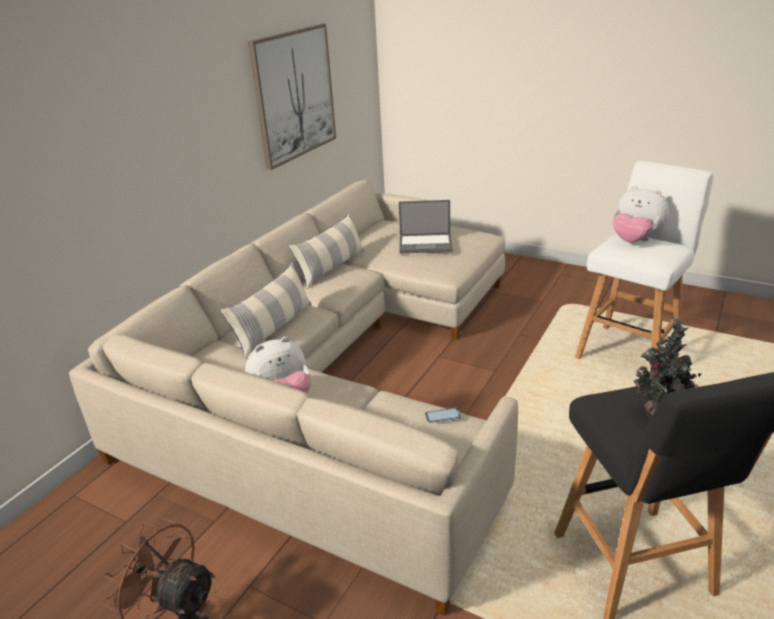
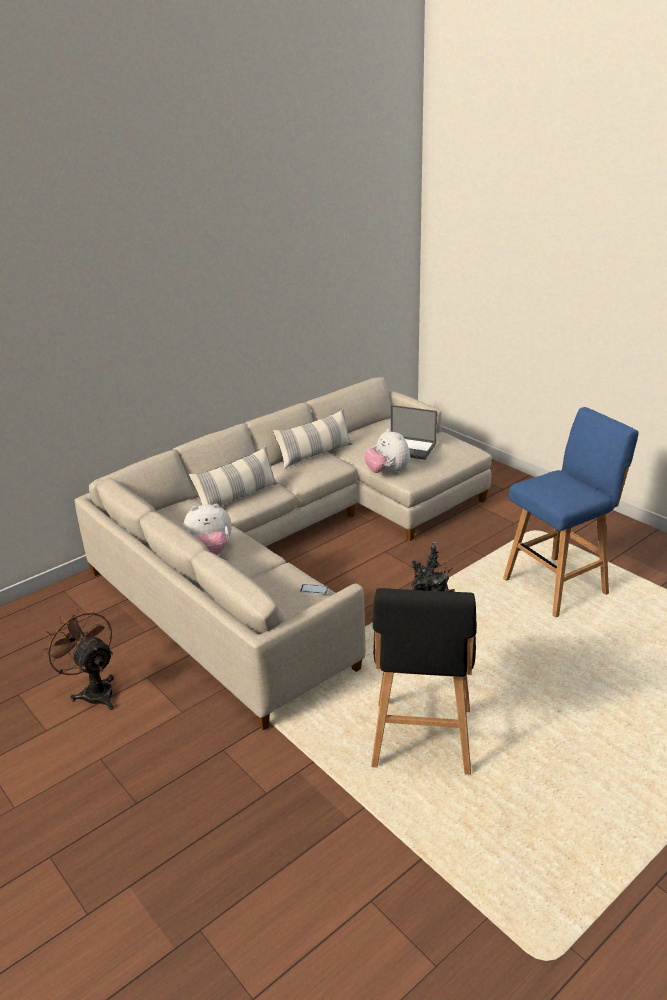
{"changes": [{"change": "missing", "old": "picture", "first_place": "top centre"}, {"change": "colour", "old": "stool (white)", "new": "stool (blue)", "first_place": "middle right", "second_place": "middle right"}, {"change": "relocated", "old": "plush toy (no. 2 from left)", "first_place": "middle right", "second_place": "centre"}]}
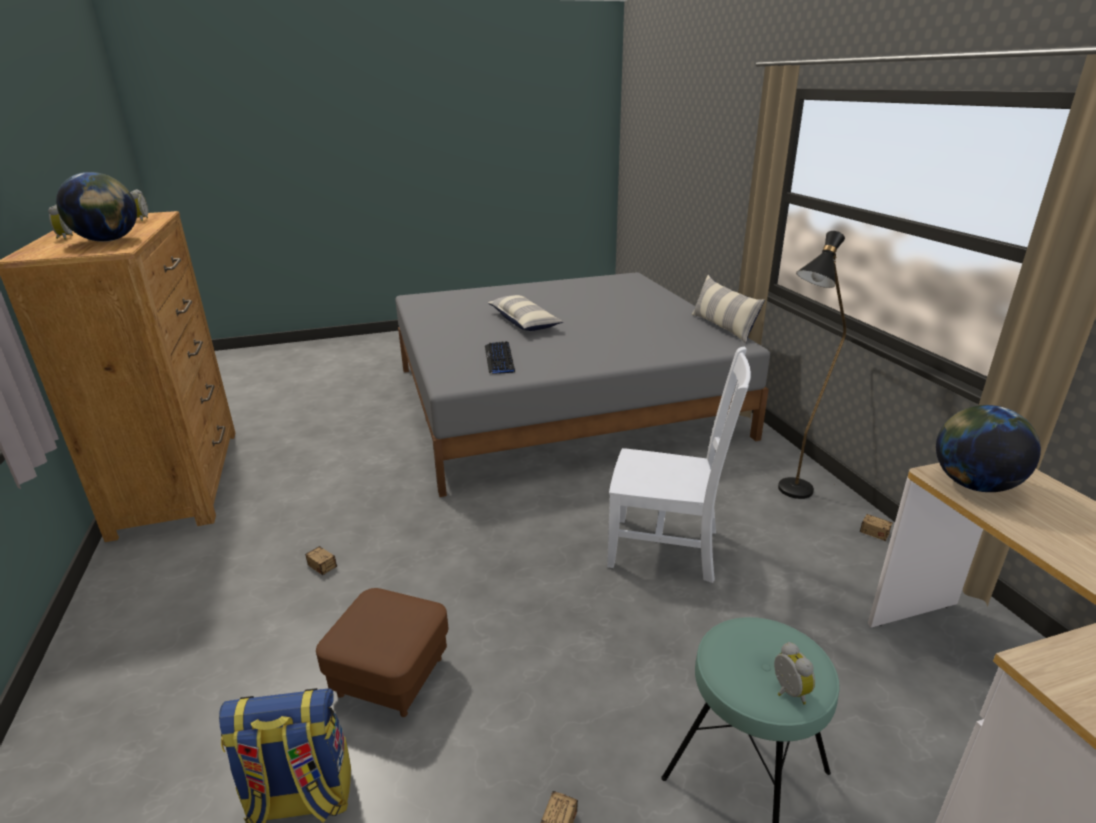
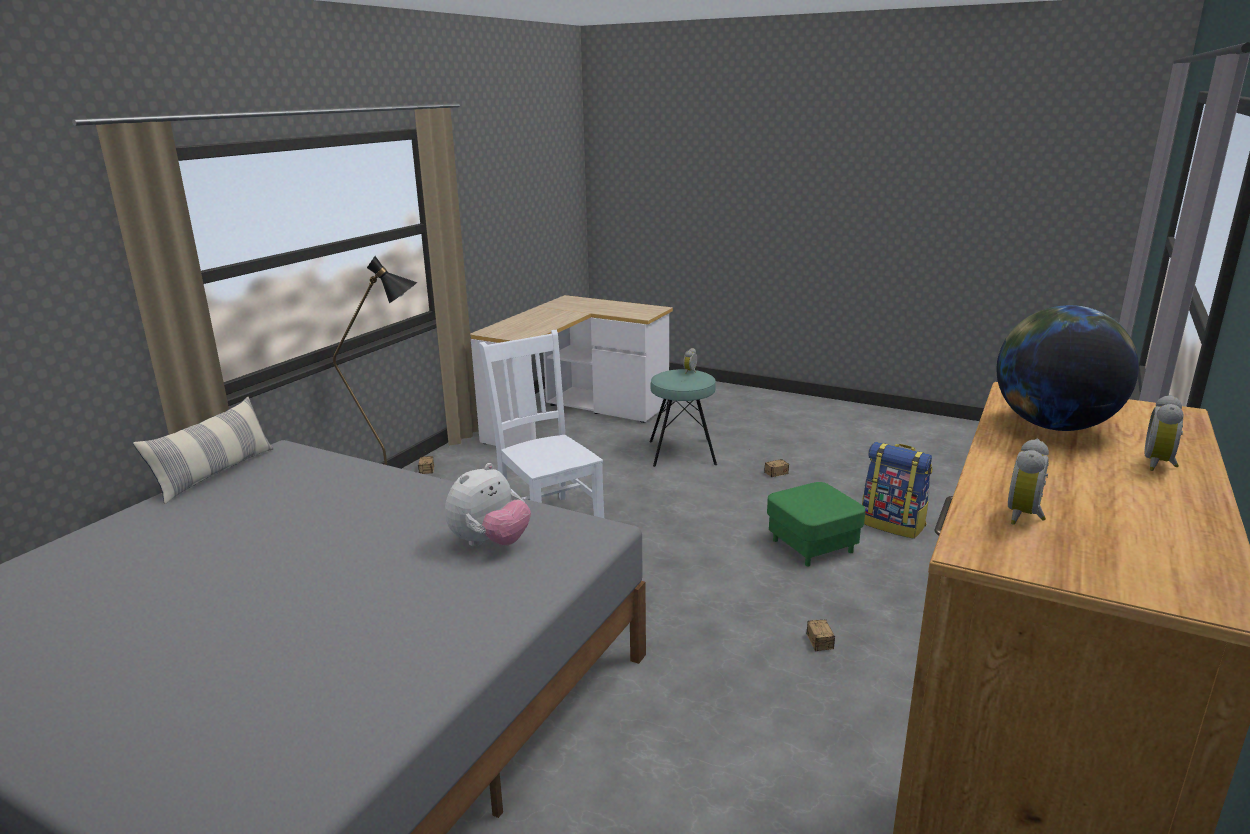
{"changes": [{"change": "colour", "old": "ottoman (brown)", "new": "ottoman (green)", "first_place": "bottom centre", "second_place": "centre"}, {"change": "exchanged", "old": "keyboard", "new": "plush toy", "first_place": "centre", "second_place": "centre"}, {"change": "missing", "old": "pillow (no. 1 from left)", "first_place": "centre"}, {"change": "missing", "old": "globe (no. 2 from left)", "first_place": "middle right"}]}
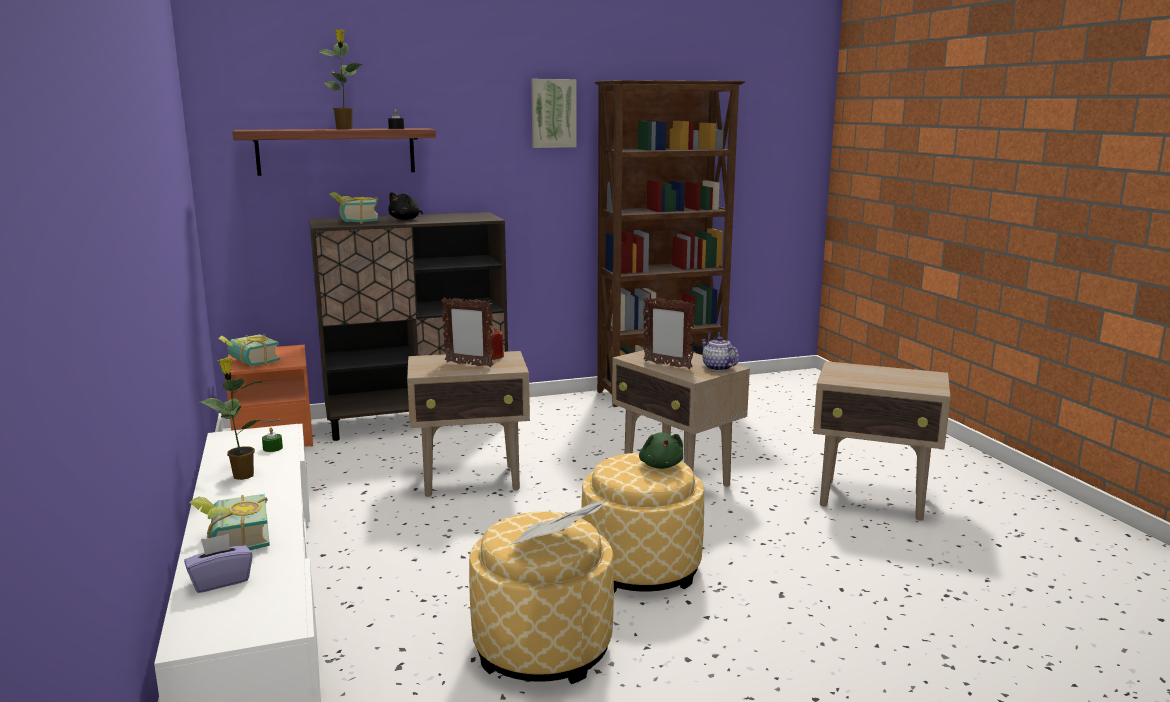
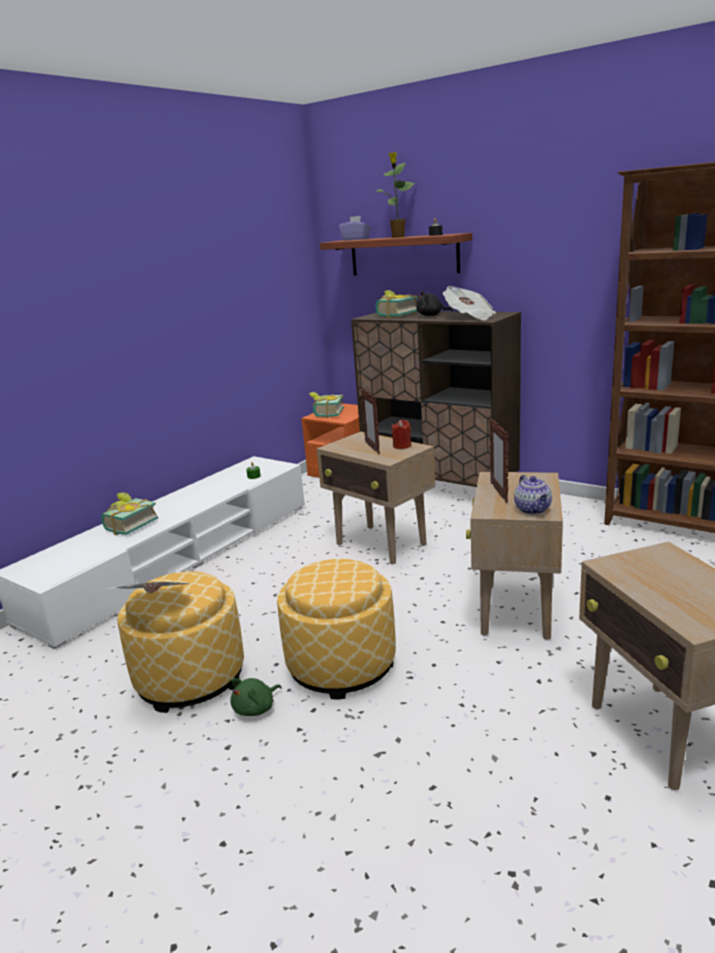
{"changes": [{"change": "relocated", "old": "tissue box (purple)", "first_place": "bottom left", "second_place": "top centre"}, {"change": "missing", "old": "potted plant (no. 1 from left)", "first_place": "middle left"}, {"change": "missing", "old": "picture", "first_place": "top centre"}, {"change": "relocated", "old": "plush toy (green)", "first_place": "centre", "second_place": "bottom centre"}, {"change": "spun", "old": "teapot", "first_place": "centre", "second_place": "middle right", "degrees": 150}, {"change": "appeared", "new": "newspaper (no. 2 from left)", "second_place": "top centre"}]}
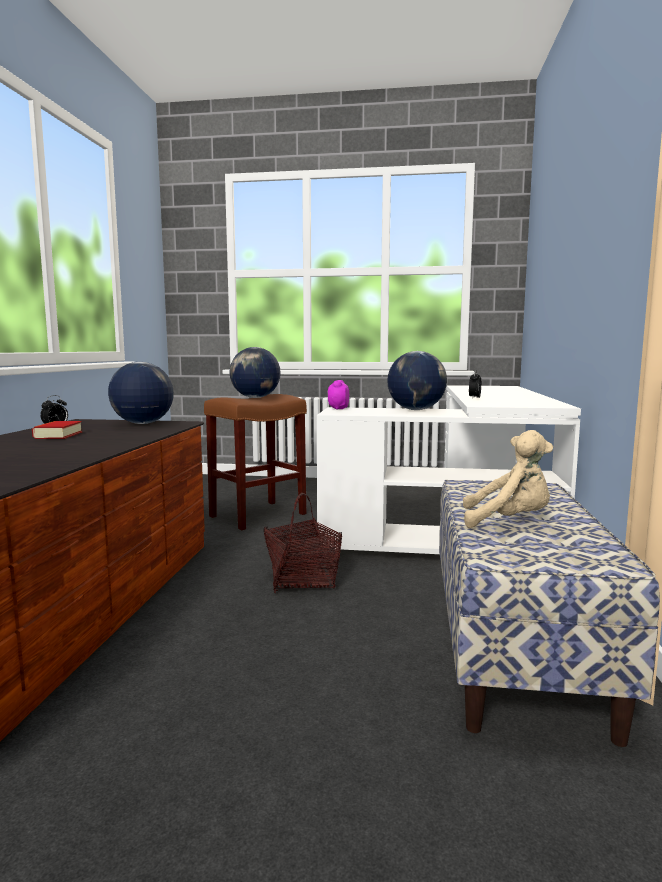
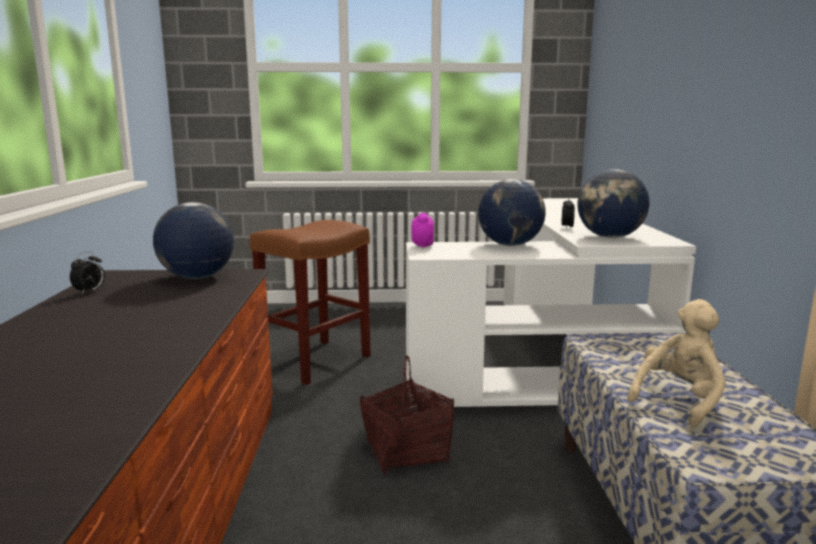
{"changes": [{"change": "missing", "old": "book", "first_place": "middle left"}, {"change": "relocated", "old": "globe (no. 2 from left in the first image)", "new": "globe (no. 3 from left)", "first_place": "centre", "second_place": "middle right"}, {"change": "spun", "old": "plush toy (beige)", "first_place": "middle right", "second_place": "bottom right", "degrees": -45}]}
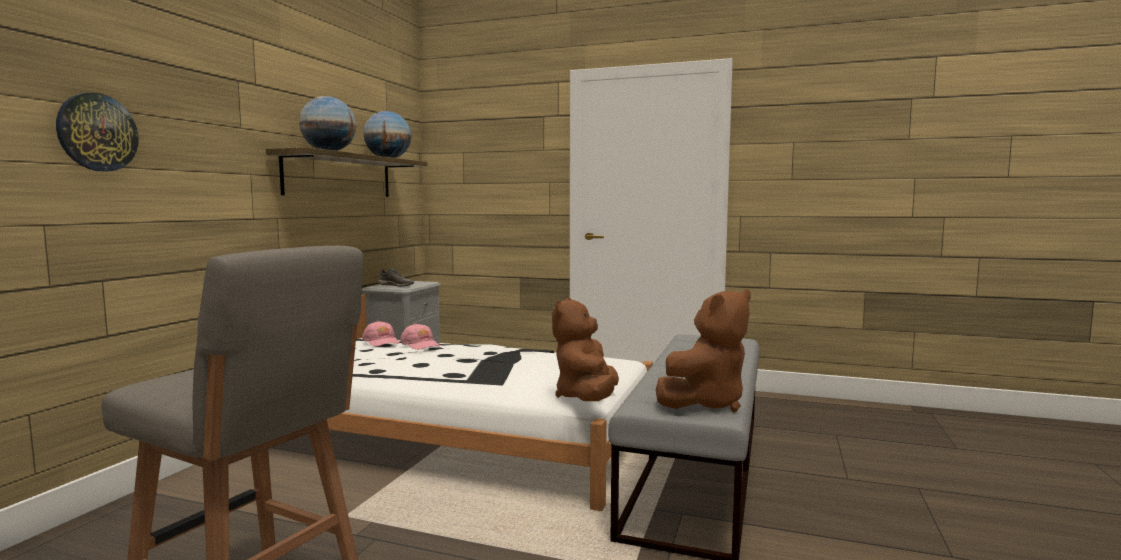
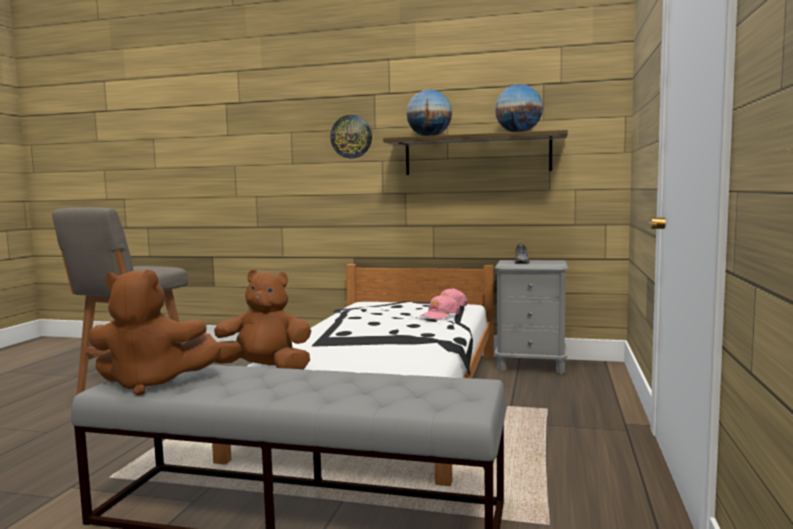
{"changes": [{"change": "relocated", "old": "wall clock", "first_place": "top left", "second_place": "top centre"}, {"change": "spun", "old": "plush toy (brown) (no. 2 from left in the first image)", "first_place": "centre", "second_place": "middle left", "degrees": -45}]}
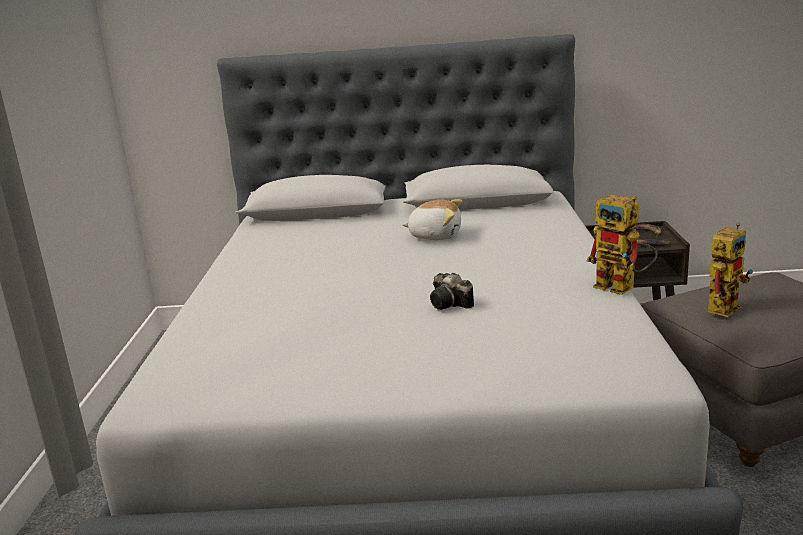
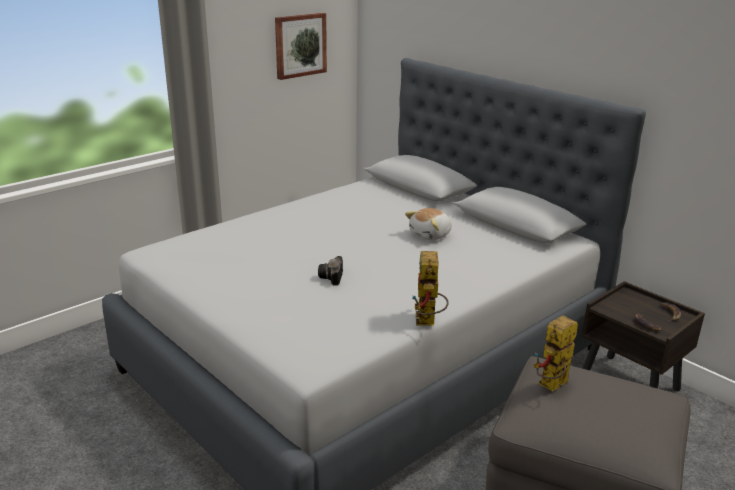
{"changes": [{"change": "spun", "old": "plush toy", "first_place": "centre", "second_place": "centre", "degrees": 75}, {"change": "spun", "old": "toy robot (no. 2 from left)", "first_place": "middle right", "second_place": "bottom right", "degrees": 135}, {"change": "appeared", "new": "picture", "second_place": "top centre"}]}
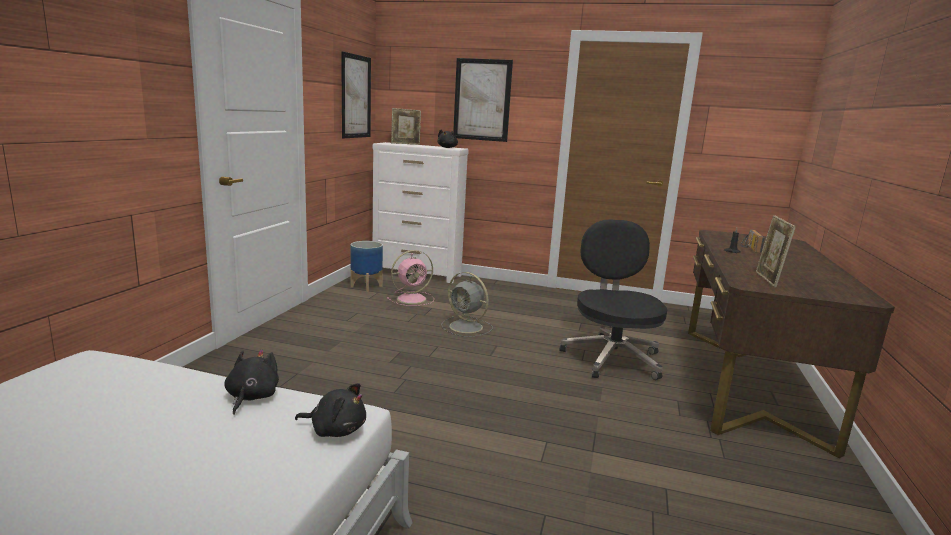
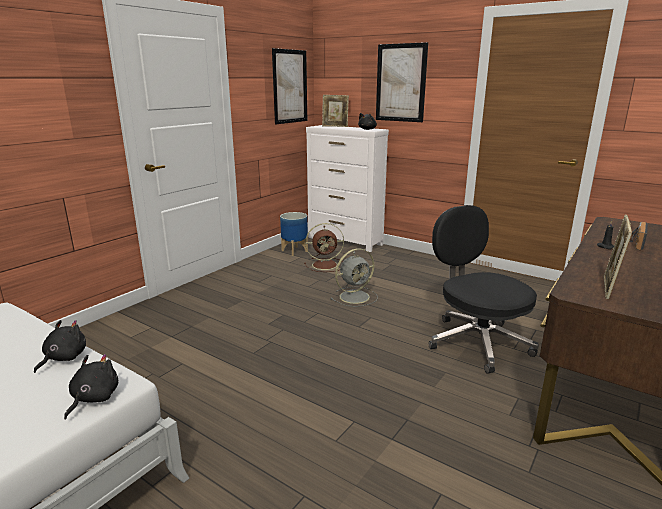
{"changes": [{"change": "spun", "old": "plush toy (black) (no. 2 from left)", "first_place": "bottom centre", "second_place": "bottom left", "degrees": -105}, {"change": "colour", "old": "fan (pink)", "new": "fan (brown)", "first_place": "centre", "second_place": "centre"}, {"change": "spun", "old": "fan (grey)", "first_place": "centre", "second_place": "centre", "degrees": -90}, {"change": "spun", "old": "office chair (black)", "first_place": "centre", "second_place": "middle right", "degrees": -45}]}
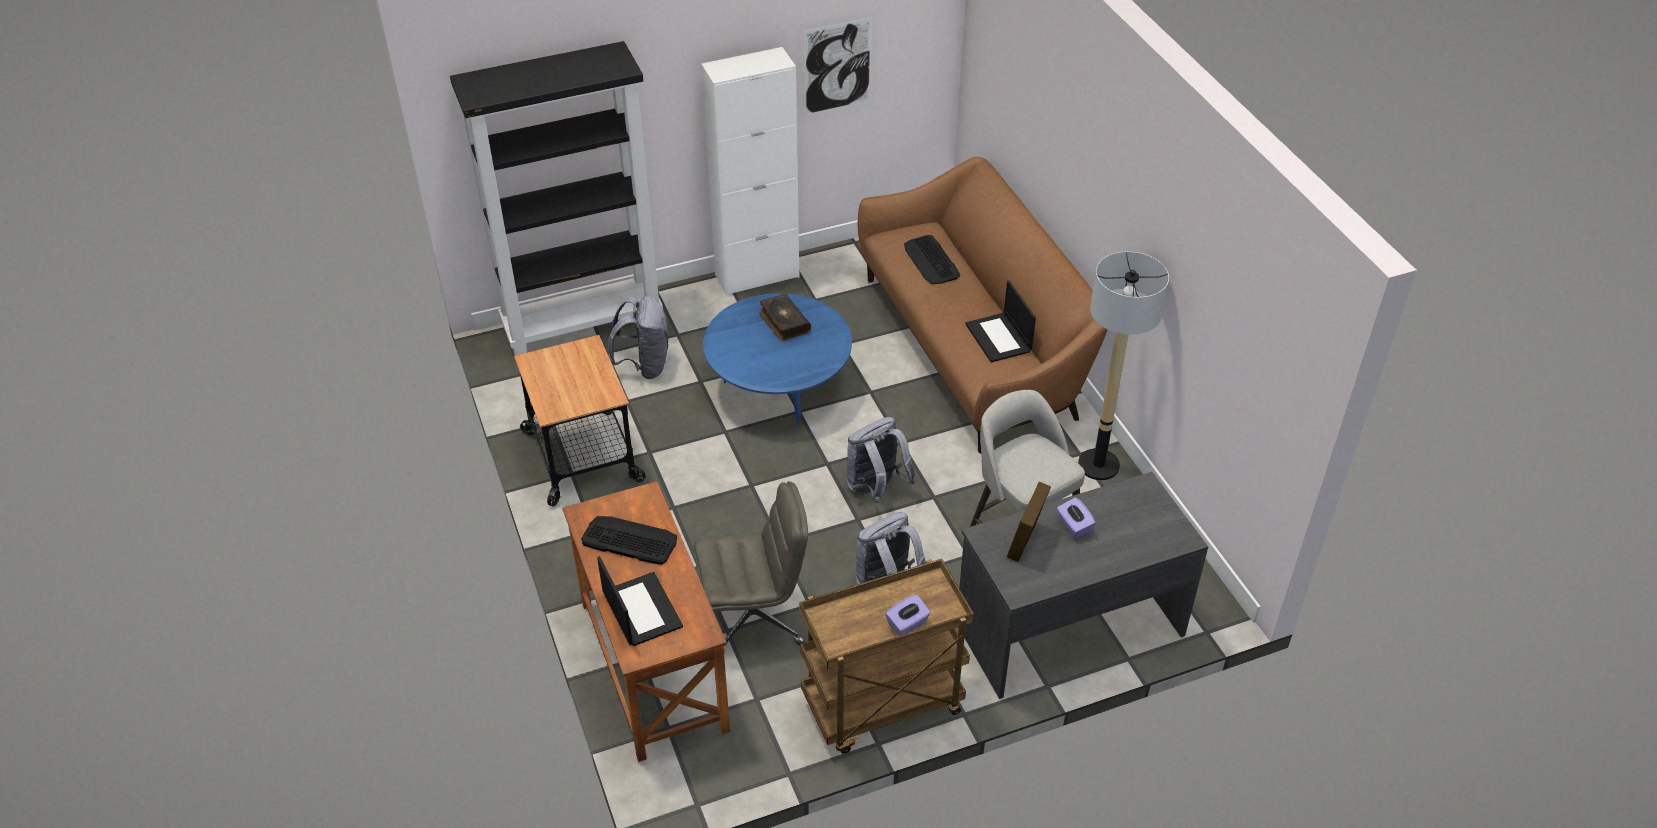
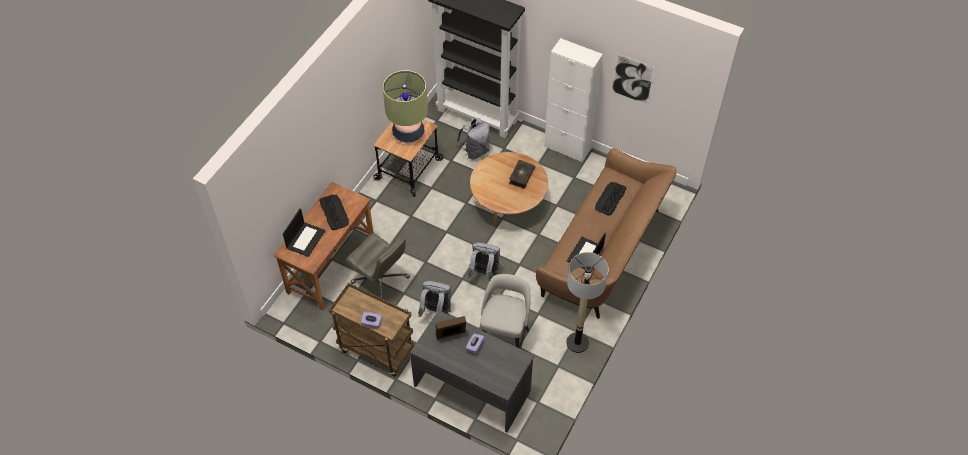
{"changes": [{"change": "colour", "old": "coffee table (blue)", "new": "coffee table (brown)", "first_place": "centre", "second_place": "centre"}, {"change": "appeared", "new": "table lamp", "second_place": "top centre"}]}
